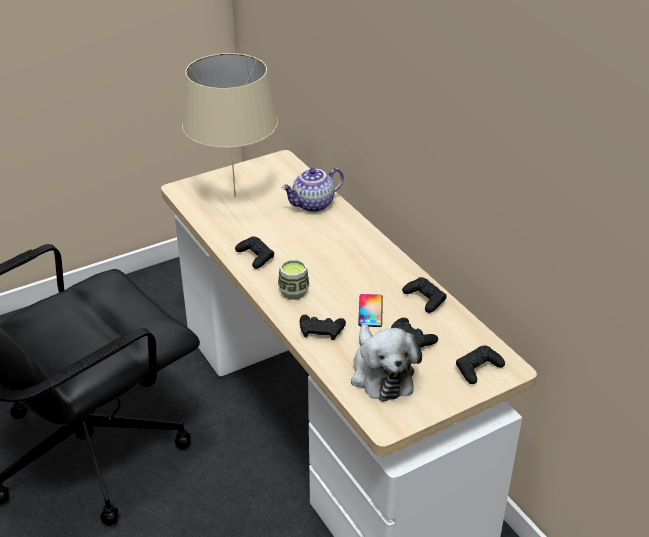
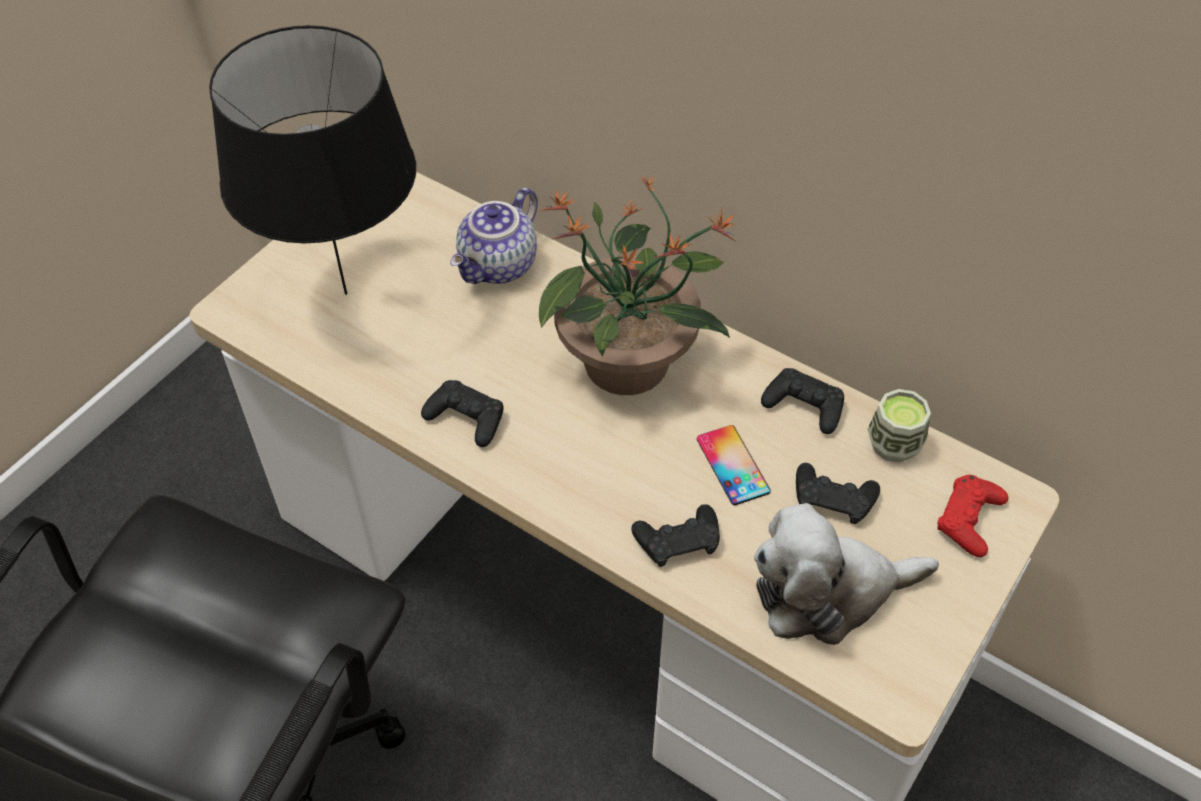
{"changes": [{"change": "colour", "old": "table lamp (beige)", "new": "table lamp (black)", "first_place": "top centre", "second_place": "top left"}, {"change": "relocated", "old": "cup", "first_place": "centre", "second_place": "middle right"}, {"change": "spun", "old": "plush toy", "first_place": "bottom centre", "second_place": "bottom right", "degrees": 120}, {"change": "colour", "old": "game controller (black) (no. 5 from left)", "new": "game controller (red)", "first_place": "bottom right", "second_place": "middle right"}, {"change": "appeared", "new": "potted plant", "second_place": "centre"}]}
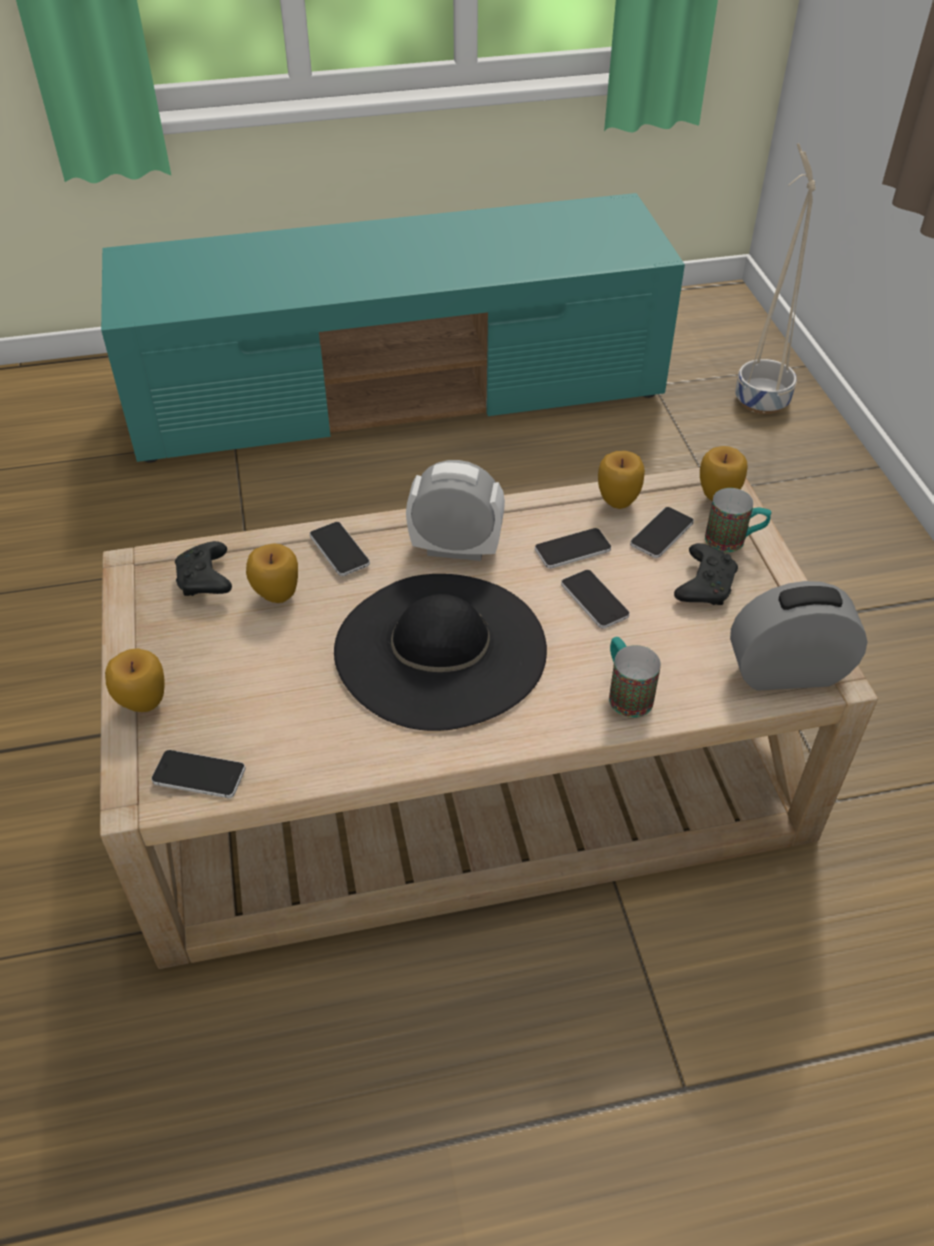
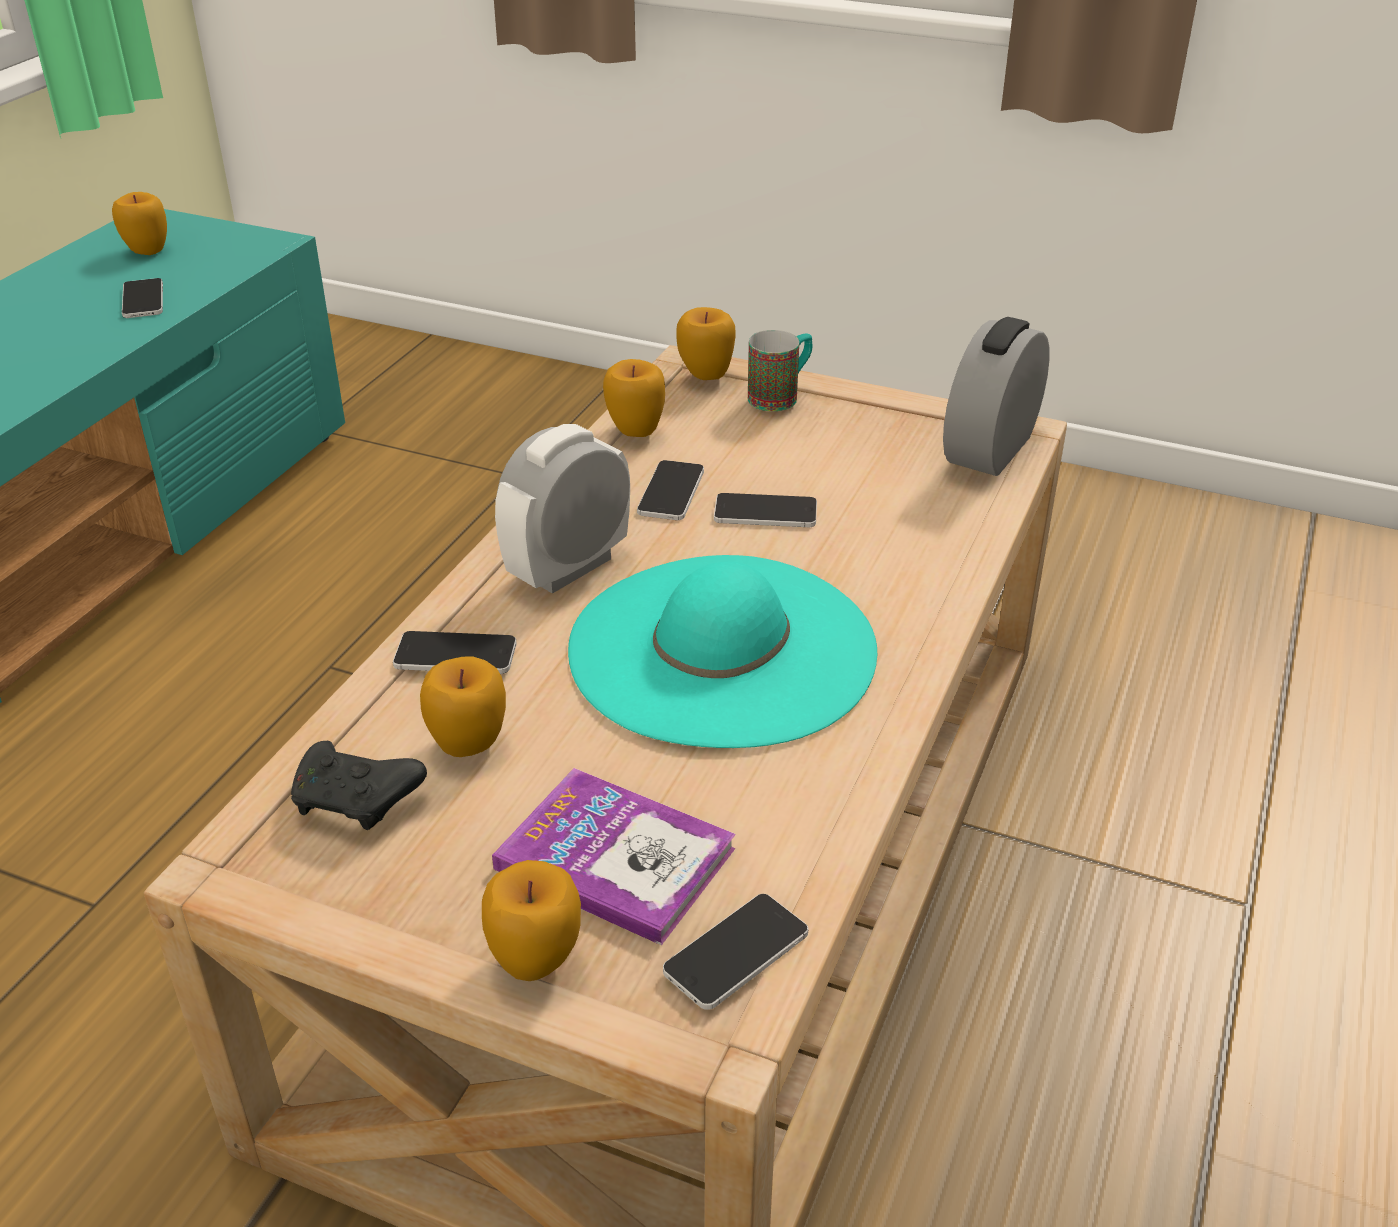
{"changes": [{"change": "colour", "old": "hat (black)", "new": "hat (turquoise)", "first_place": "centre", "second_place": "centre"}, {"change": "missing", "old": "mug (no. 1 from left)", "first_place": "middle right"}, {"change": "relocated", "old": "phone (no. 5 from left in the first image)", "new": "phone (no. 1 from left)", "first_place": "middle right", "second_place": "top left"}, {"change": "missing", "old": "game controller (black) (no. 2 from left)", "first_place": "middle right"}, {"change": "missing", "old": "planter (beige)", "first_place": "top right"}, {"change": "appeared", "new": "apple (no. 1 from left)", "second_place": "top left"}, {"change": "appeared", "new": "book", "second_place": "bottom centre"}]}
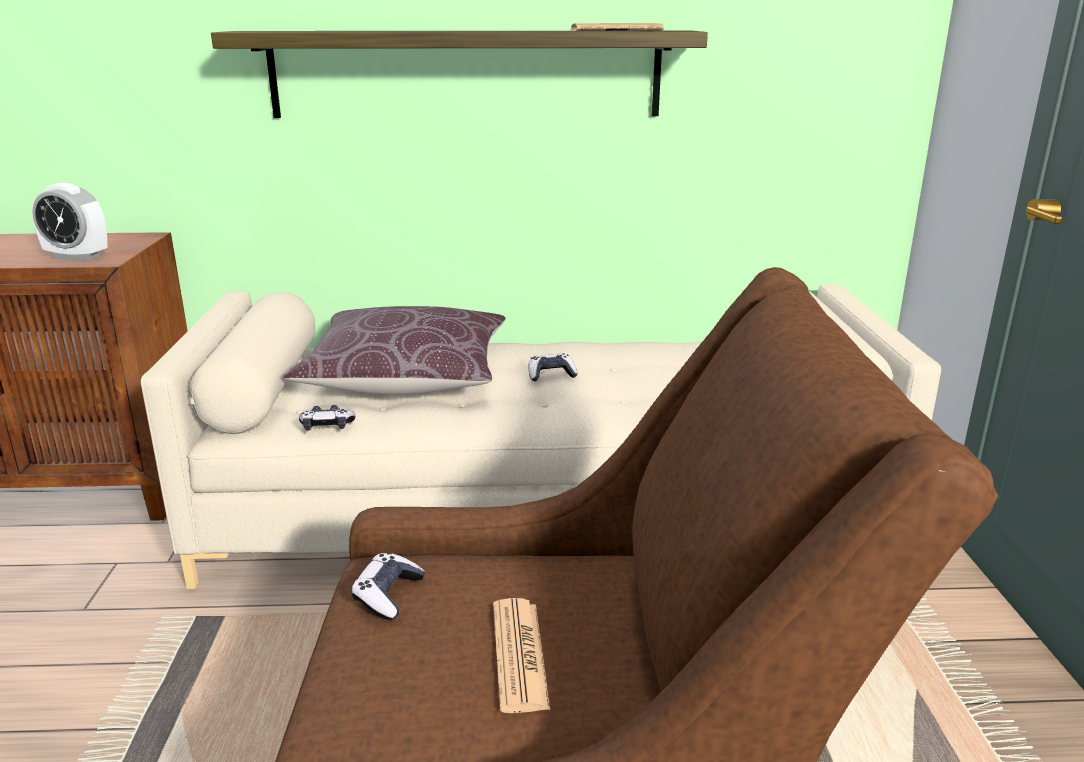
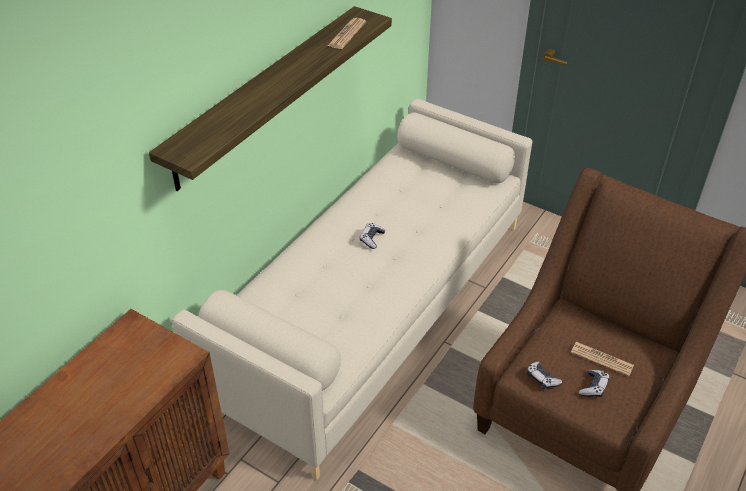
{"changes": [{"change": "missing", "old": "alarm clock", "first_place": "top left"}, {"change": "missing", "old": "pillow (brown)", "first_place": "centre"}, {"change": "relocated", "old": "game controller (no. 1 from left in the first image)", "new": "game controller (no. 3 from left)", "first_place": "middle left", "second_place": "bottom right"}]}
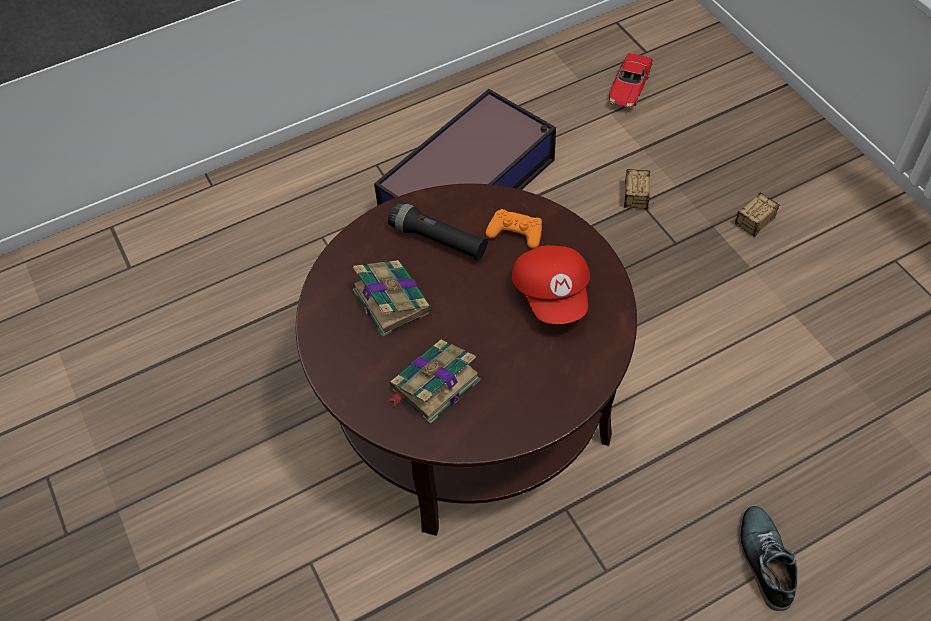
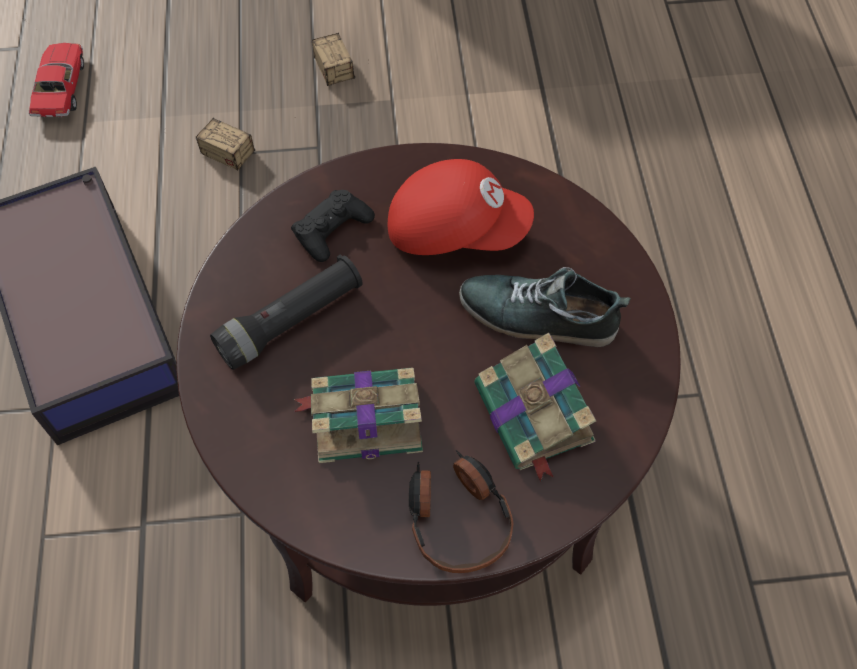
{"changes": [{"change": "colour", "old": "game controller (orange)", "new": "game controller (black)", "first_place": "centre", "second_place": "centre"}, {"change": "spun", "old": "toy car", "first_place": "top right", "second_place": "top left", "degrees": -135}, {"change": "relocated", "old": "shoe", "first_place": "bottom right", "second_place": "centre"}, {"change": "appeared", "new": "headphones", "second_place": "bottom centre"}]}
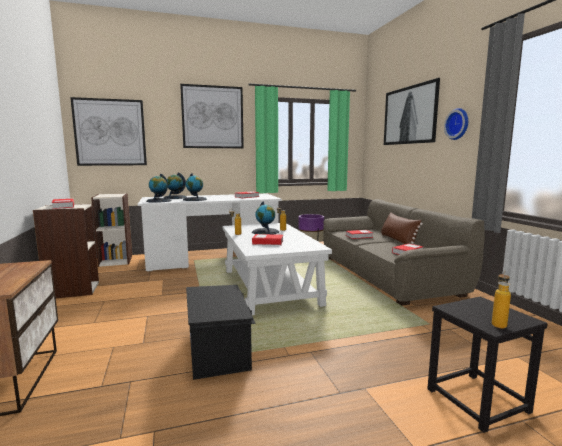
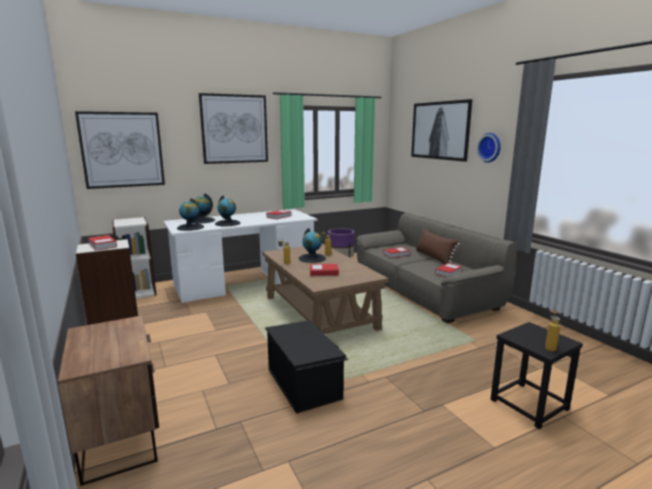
{"changes": [{"change": "colour", "old": "coffee table (white)", "new": "coffee table (brown)", "first_place": "centre", "second_place": "centre"}]}
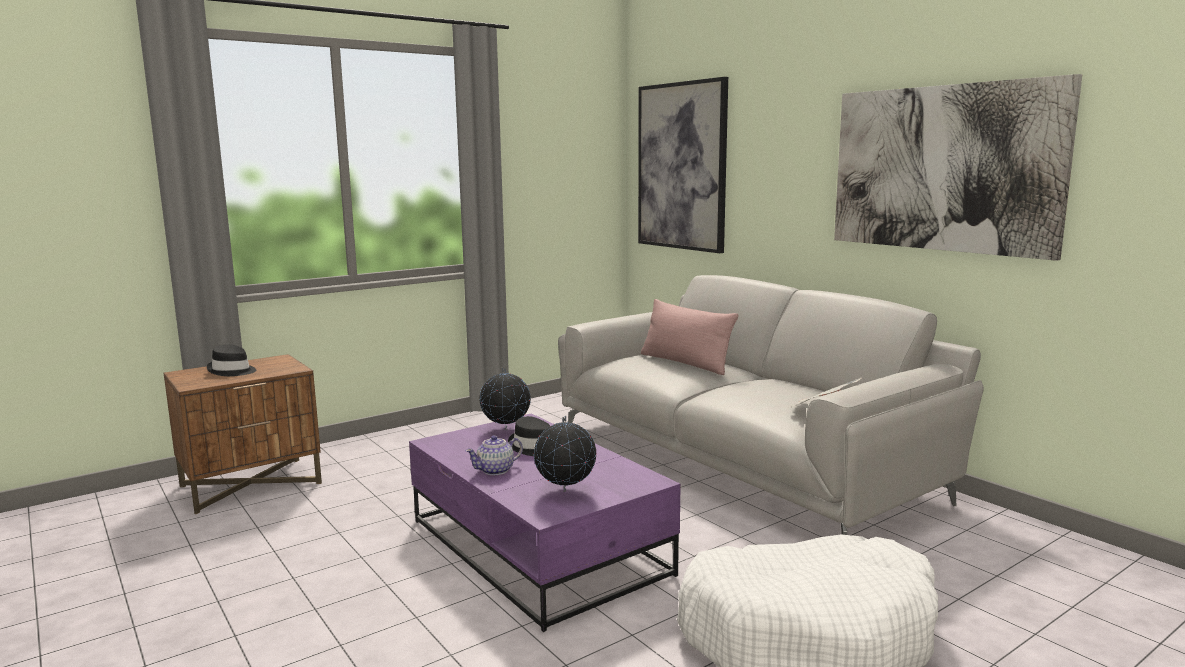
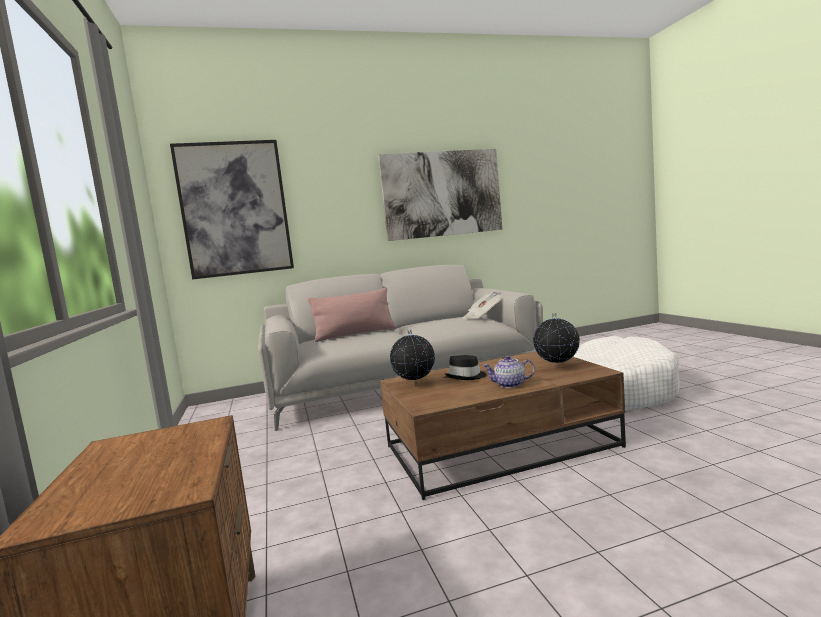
{"changes": [{"change": "missing", "old": "hat (black) (no. 1 from left)", "first_place": "middle left"}, {"change": "colour", "old": "coffee table (purple)", "new": "coffee table (brown)", "first_place": "bottom centre", "second_place": "bottom centre"}, {"change": "spun", "old": "teapot", "first_place": "bottom centre", "second_place": "centre", "degrees": 105}]}
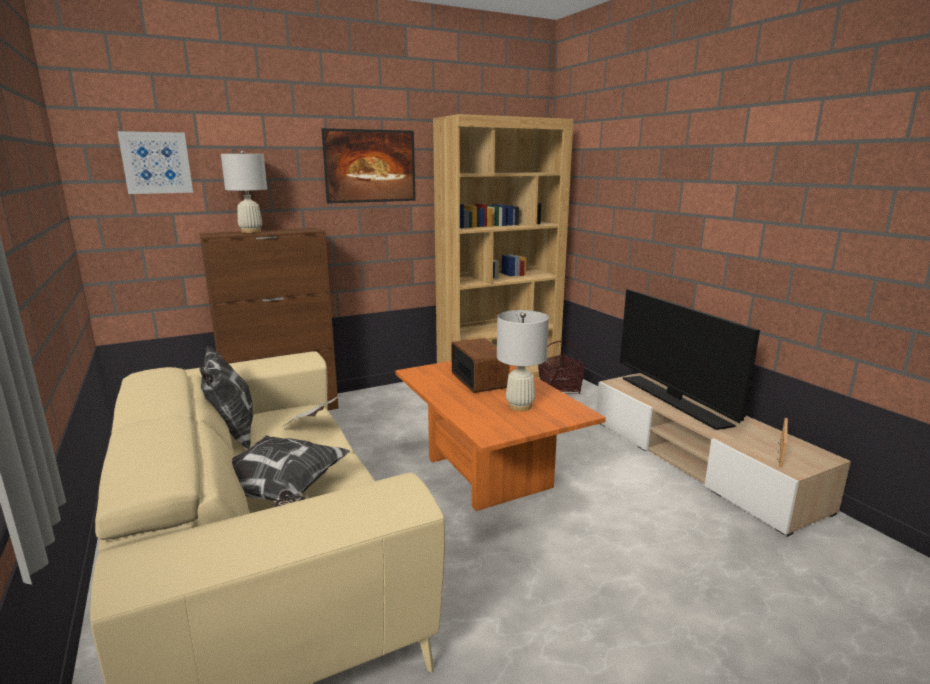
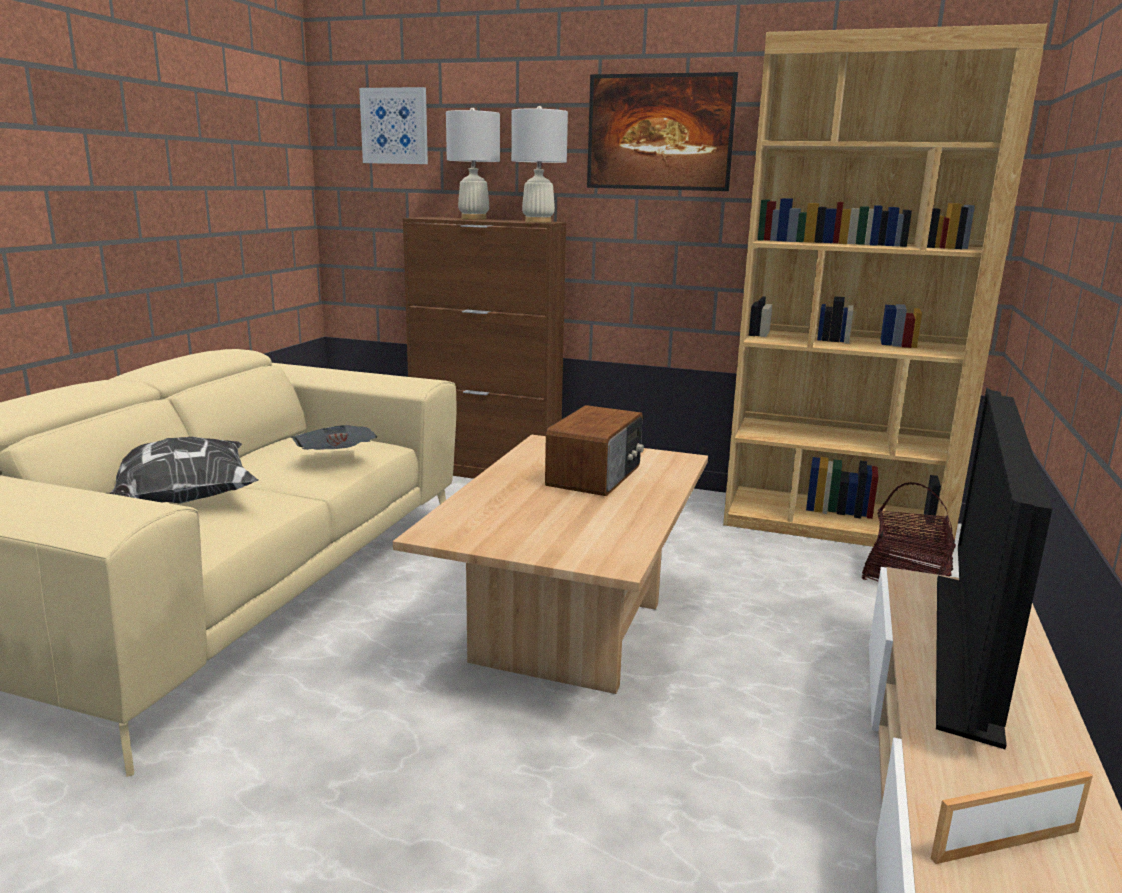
{"changes": [{"change": "missing", "old": "pillow (no. 1 from left)", "first_place": "middle left"}, {"change": "colour", "old": "coffee table (orange)", "new": "coffee table (beige)", "first_place": "centre", "second_place": "centre"}, {"change": "relocated", "old": "table lamp (white) (no. 2 from left)", "first_place": "centre", "second_place": "top centre"}]}
